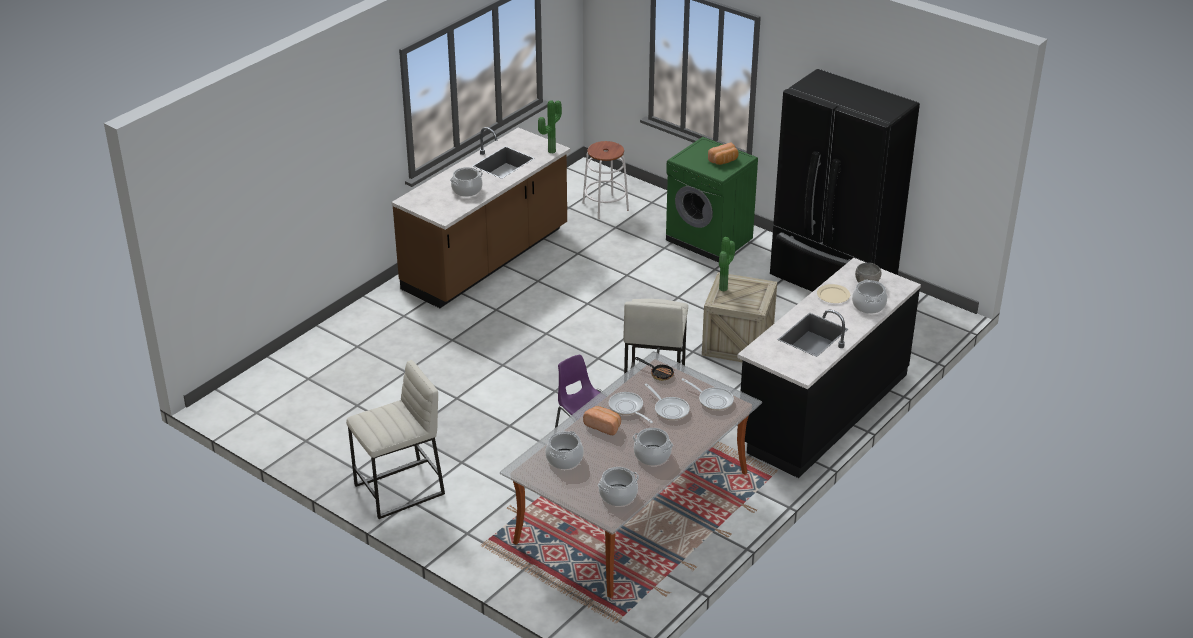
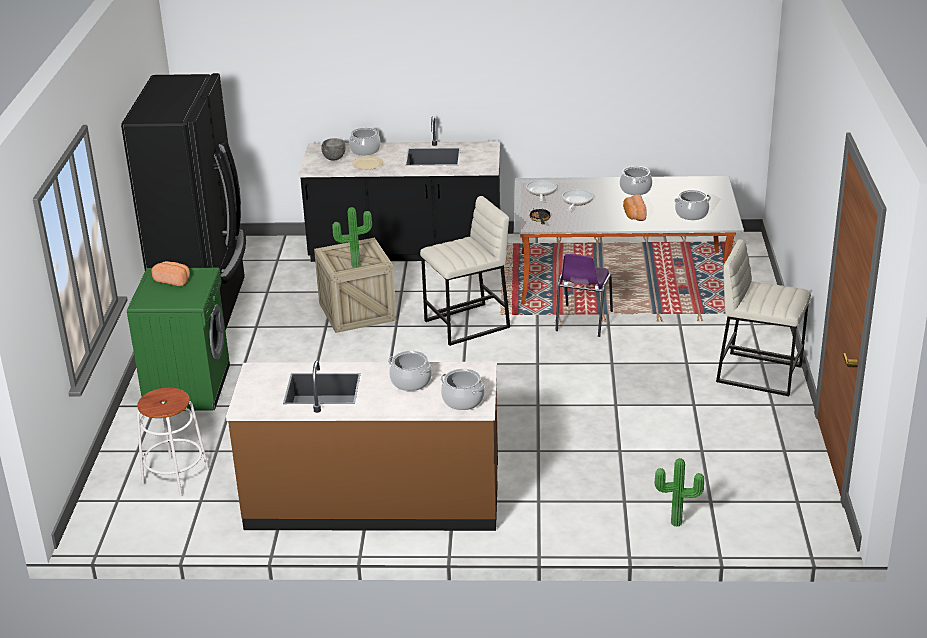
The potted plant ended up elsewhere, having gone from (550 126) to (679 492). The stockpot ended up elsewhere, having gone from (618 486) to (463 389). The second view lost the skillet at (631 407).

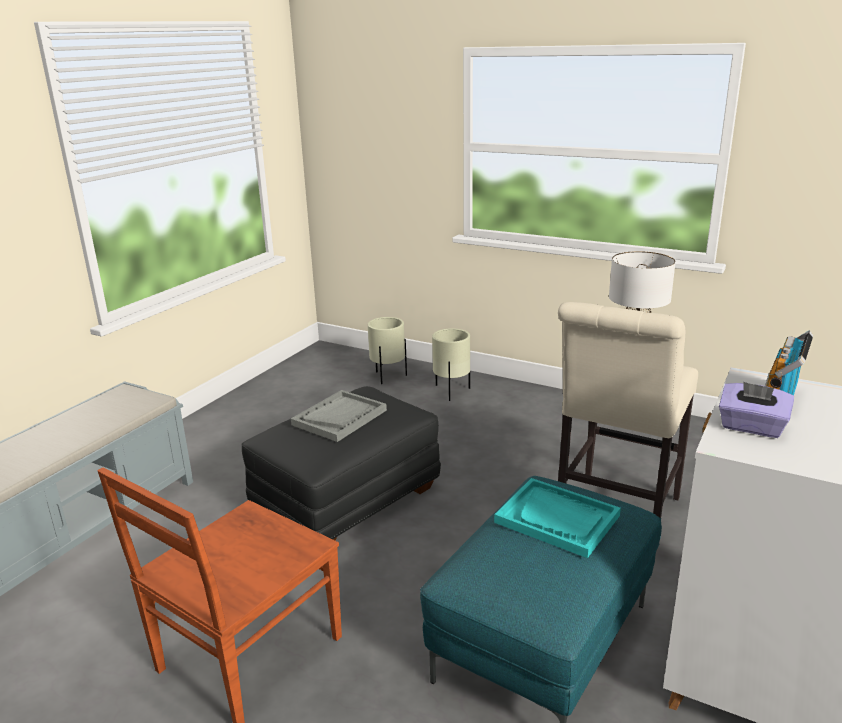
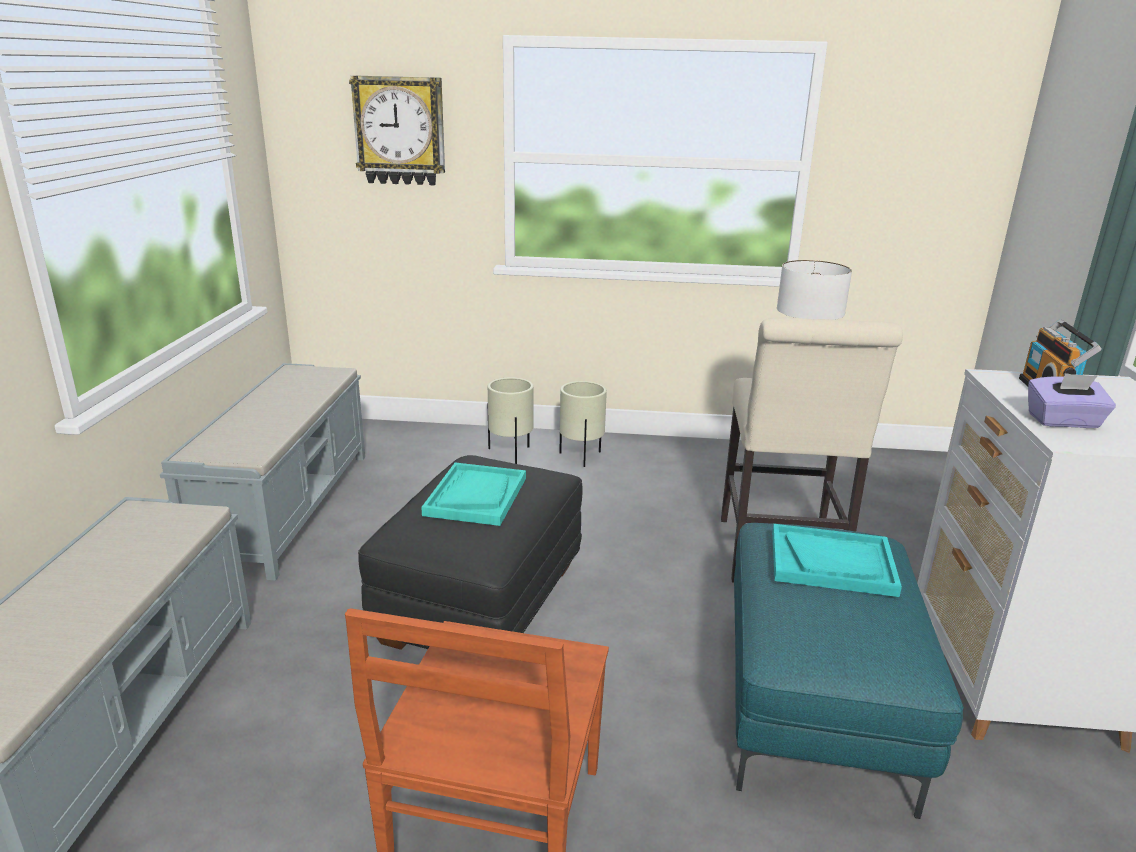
What was the greyish tray at (339 416) turned into the turquoise-coloured tray at (473 494). The beige flower pot ended up elsewhere, having gone from (387 350) to (583 424). The second view gained the greyish indoor bench at (262 472). The second view gained the clock on the wall at (397 130).

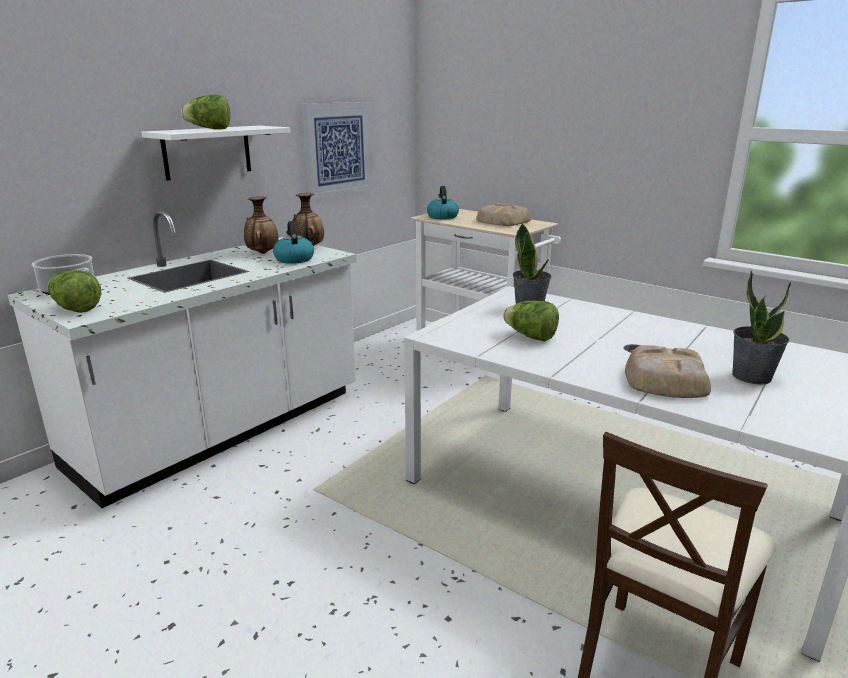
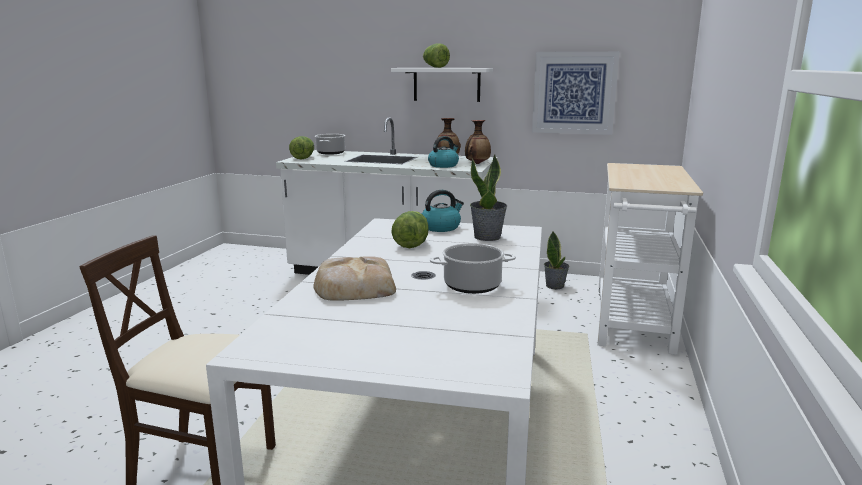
The water kettle ended up elsewhere, having gone from (443 203) to (443 211). The second view lost the bread at (503 214). The potted plant ended up elsewhere, having gone from (761 327) to (556 260). The second view gained the stockpot at (473 268).

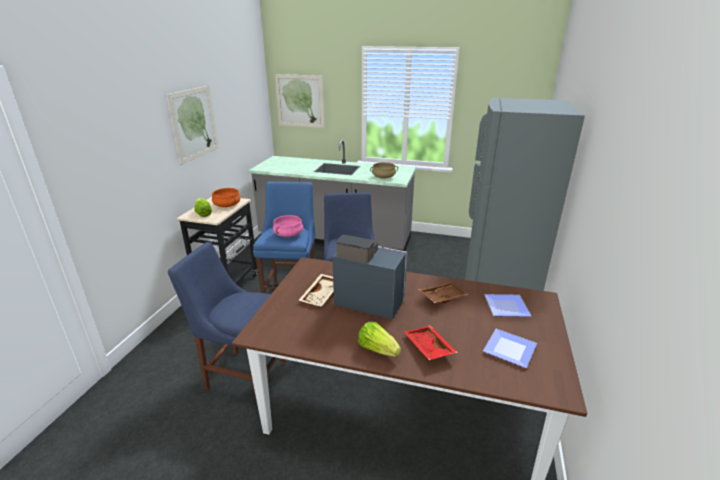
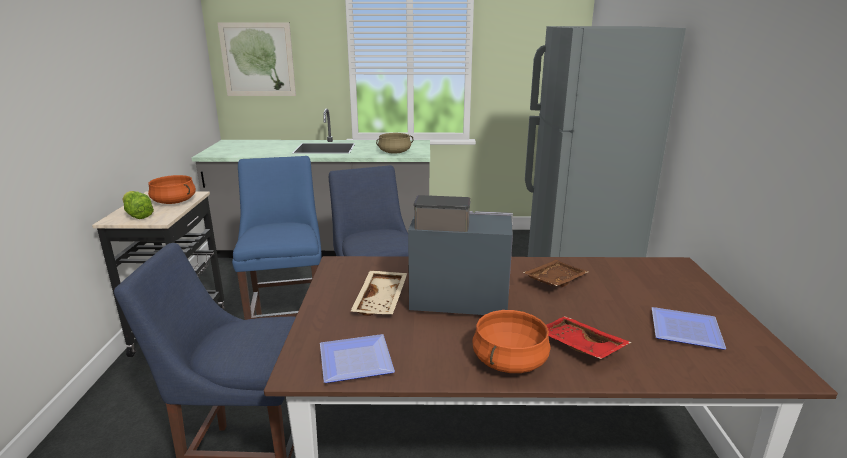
The second view lost the picture at (192 125). The second view lost the pink-coloured stockpot at (288 226). Where the head of lettuce stood at (379 339), the orange-coloured stockpot came to stand at (511 341). The dinner plate ended up elsewhere, having gone from (507 305) to (357 358).

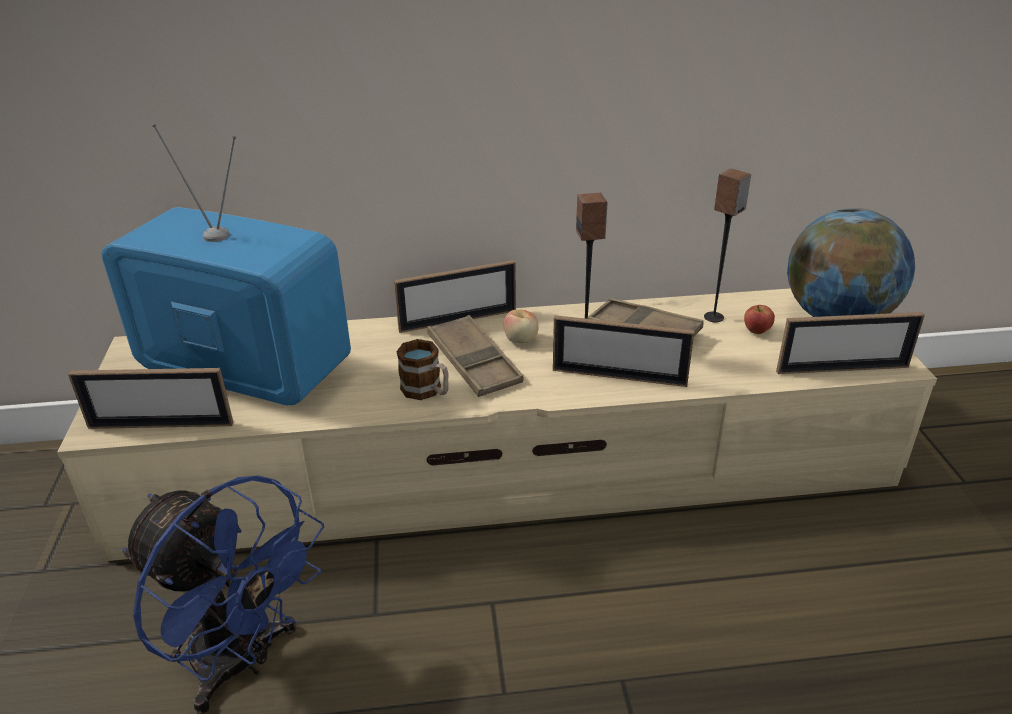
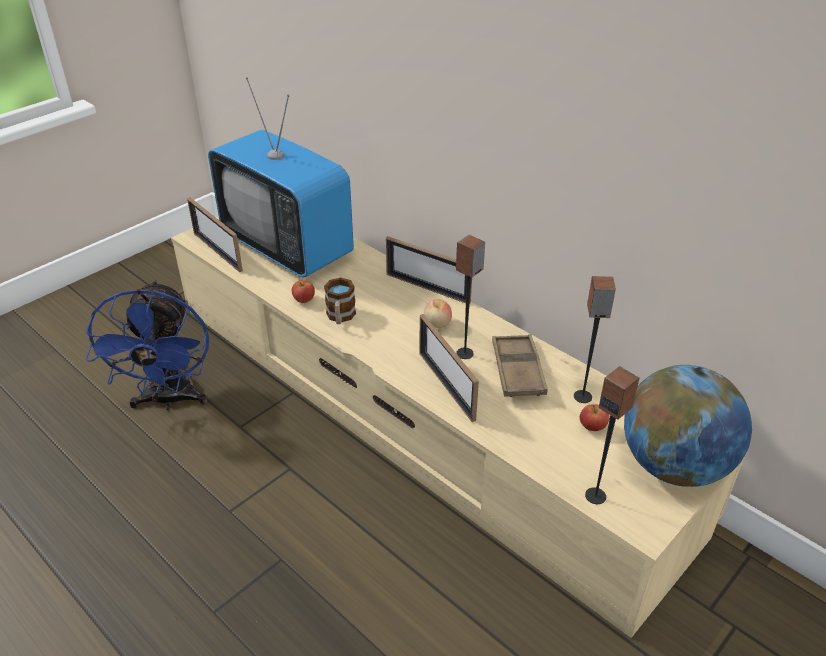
The television at (226 264) ended up facing another way, 150 degrees clockwise from before. The second view lost the brown-coloured tray at (475 356). Where the picture frame stood at (850 343), the audio speaker came to stand at (612 435). The second view gained the apple fruit at (303 291).

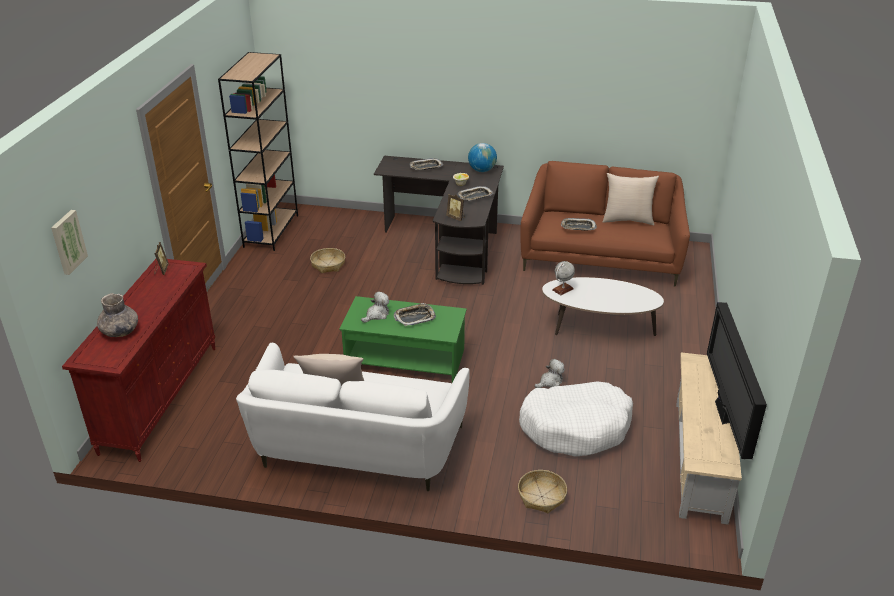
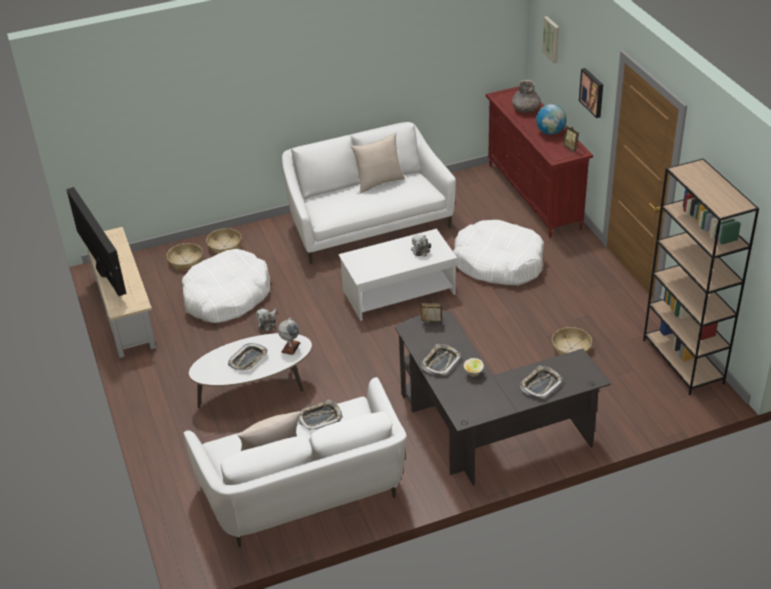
What was the greenish low table at (403 339) turned into the whitish low table at (397 275). The tray ended up elsewhere, having gone from (414 314) to (247 357). The world globe ended up elsewhere, having gone from (482 157) to (551 119). What was the brown-coloured sofa at (605 224) turned into the whitish sofa at (295 462). The second view gained the storage basket at (185 257). The second view gained the whitish dog cushion at (498 253). The second view gained the picture at (591 93).

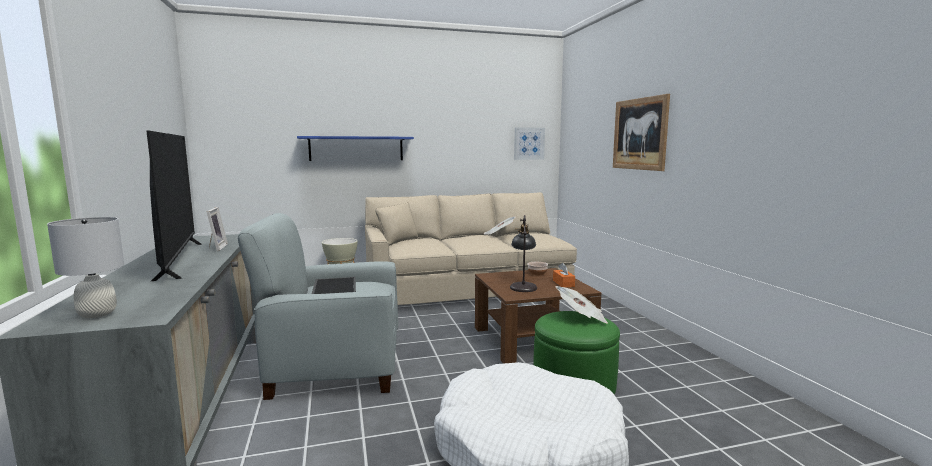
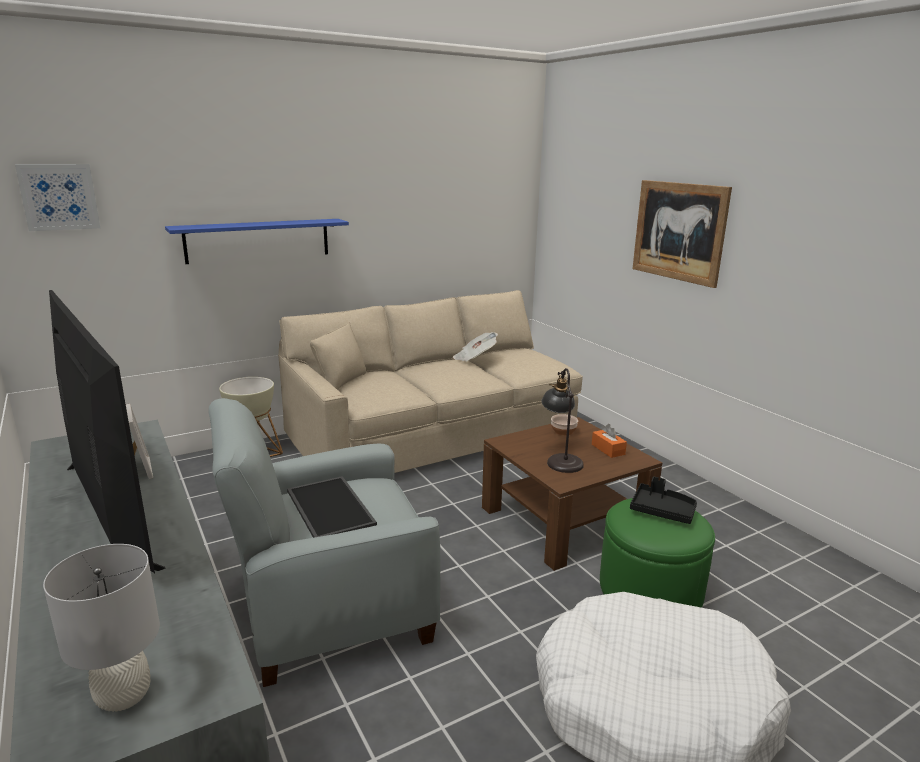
The picture ended up elsewhere, having gone from (529 143) to (57 197). Where the newspaper stood at (582 304), the black tray came to stand at (663 500).

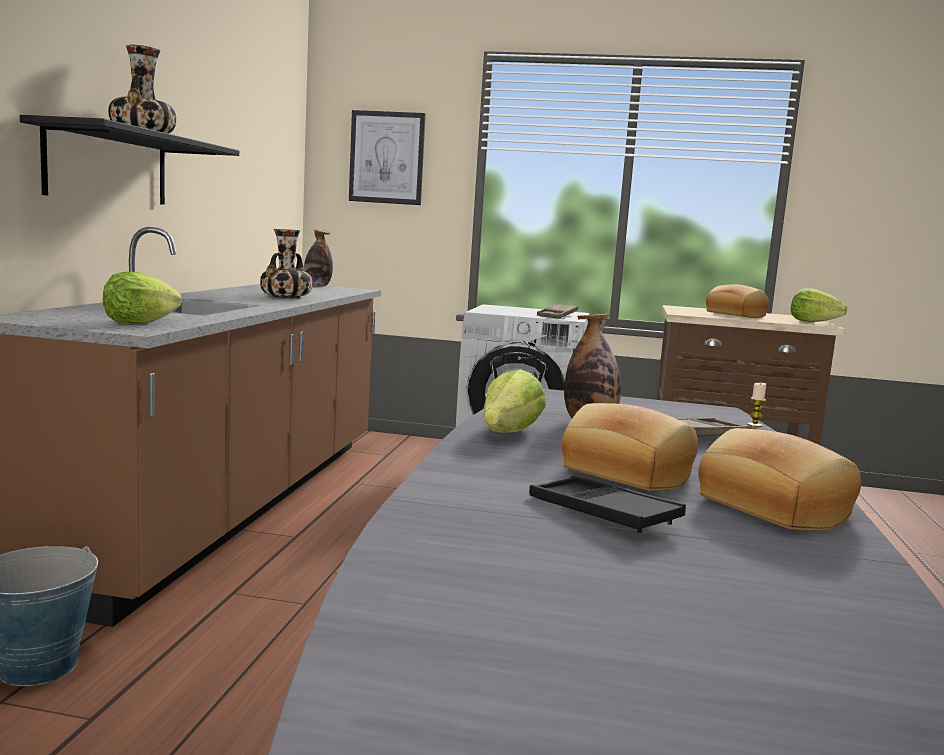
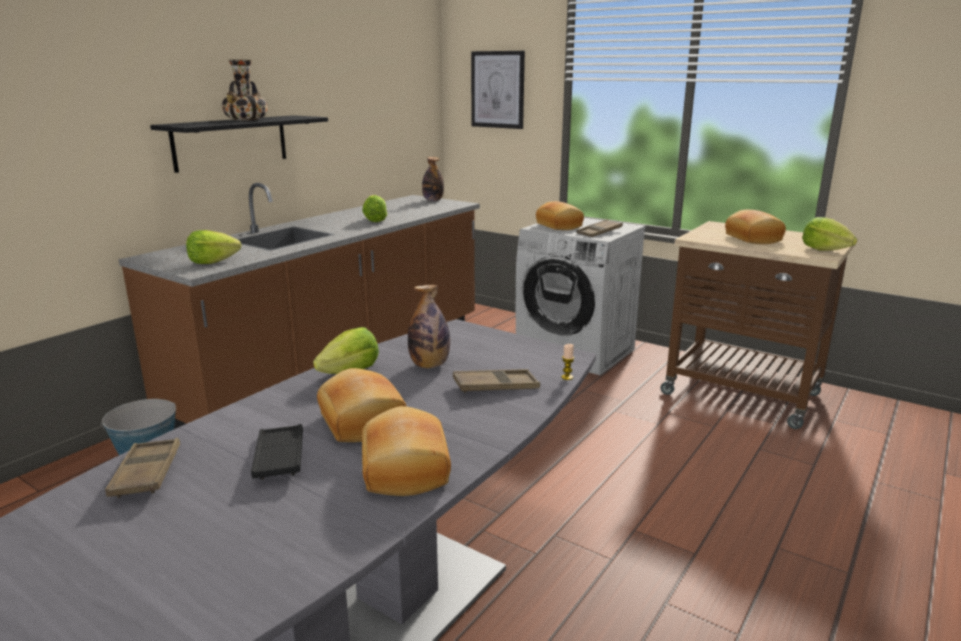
Where the flower vase stood at (286 264), the head of lettuce came to stand at (374 208). The second view gained the brown-coloured tray at (142 468). The second view gained the bread at (560 215).

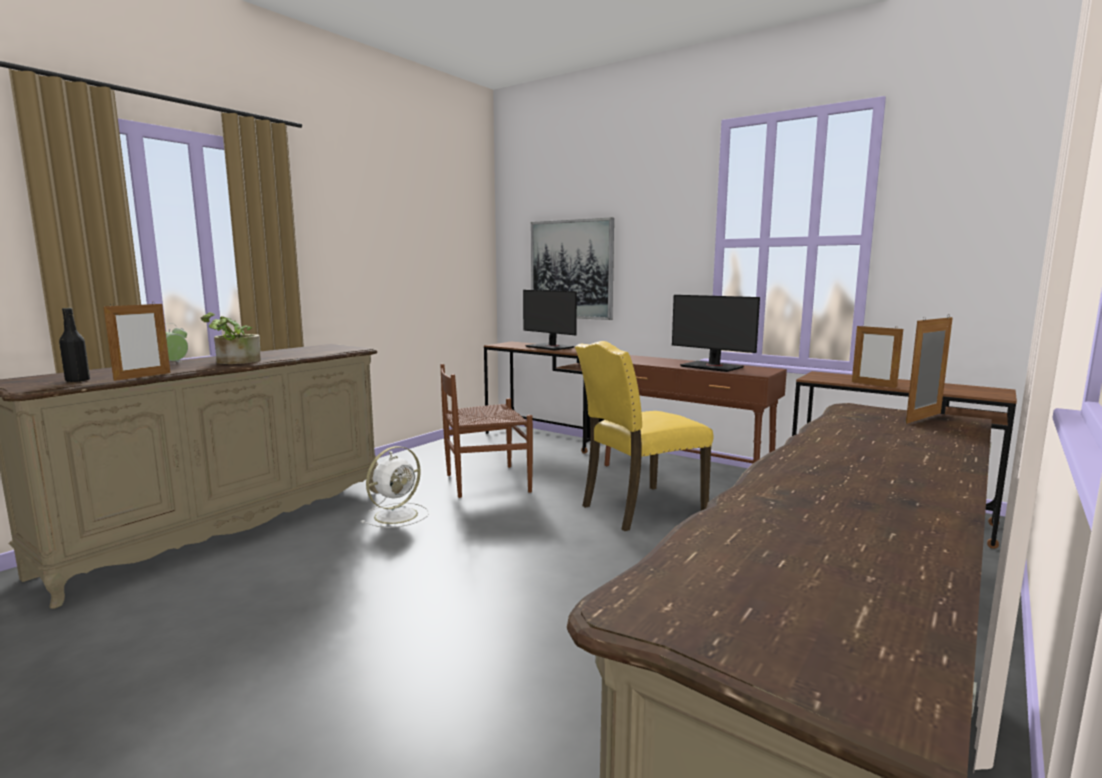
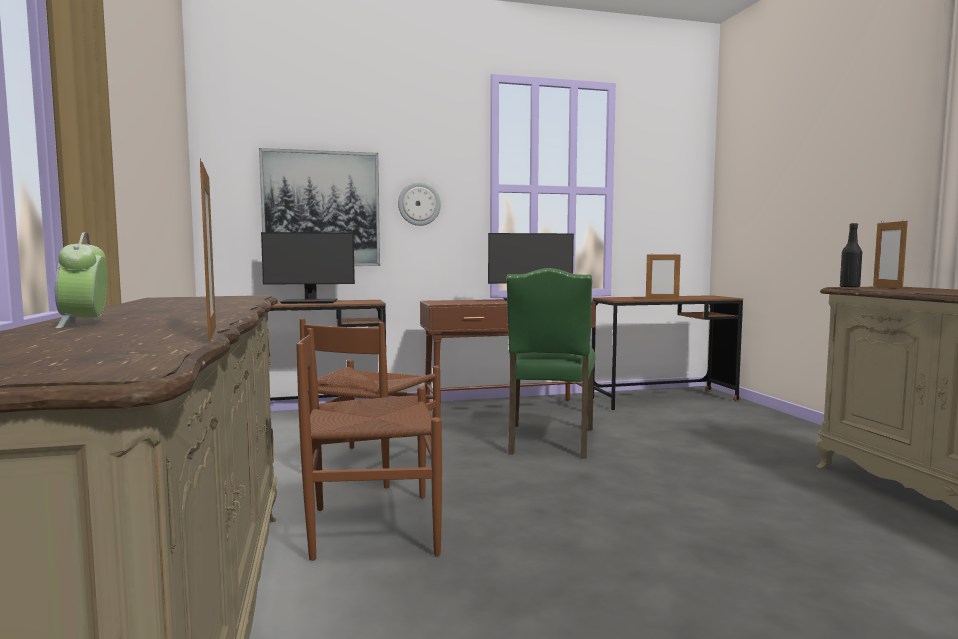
The black drink bottle ended up elsewhere, having gone from (74 345) to (851 255). The second view lost the potted plant at (231 338). Where the whitish electric fan stood at (395 487), the brown-coloured chair came to stand at (369 444). What was the yellow-coloured chair at (644 436) turned into the greenish chair at (550 363). The second view gained the clock on the wall at (419 204).

